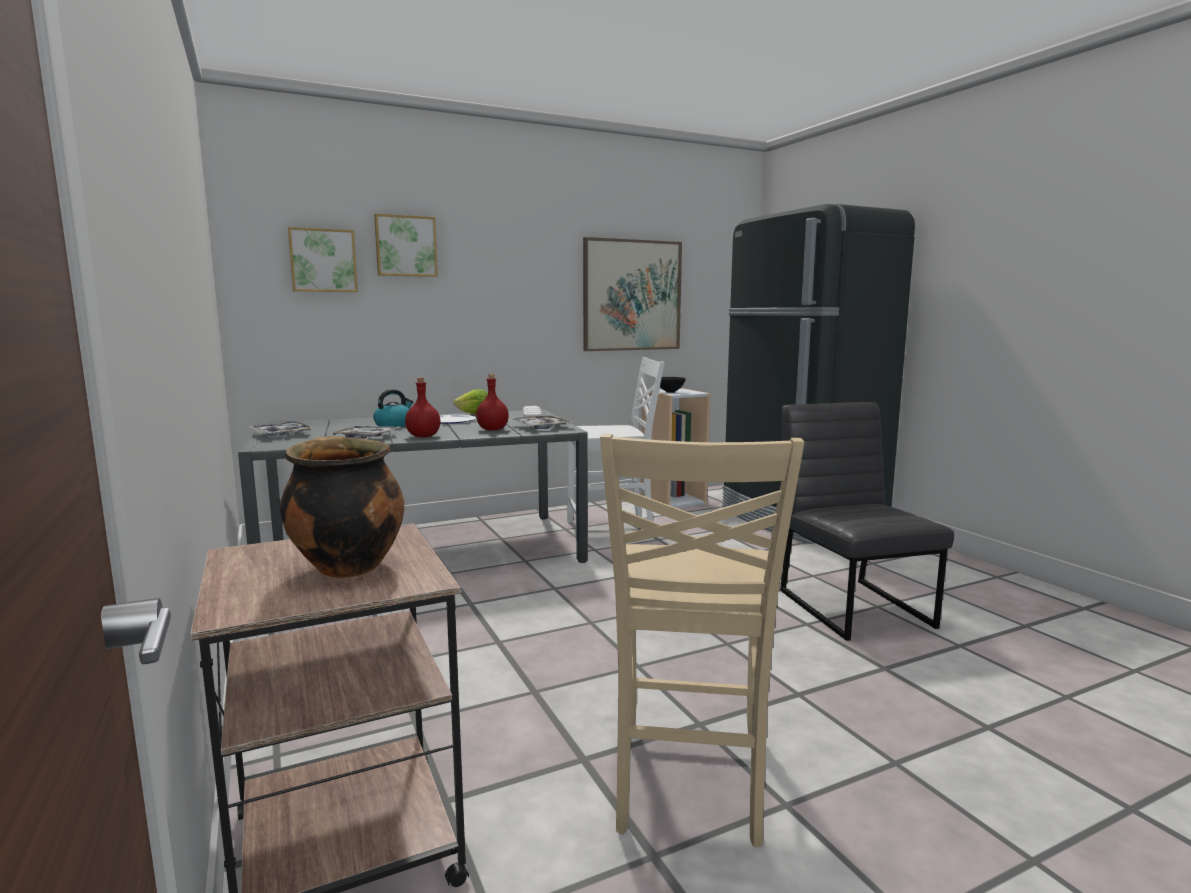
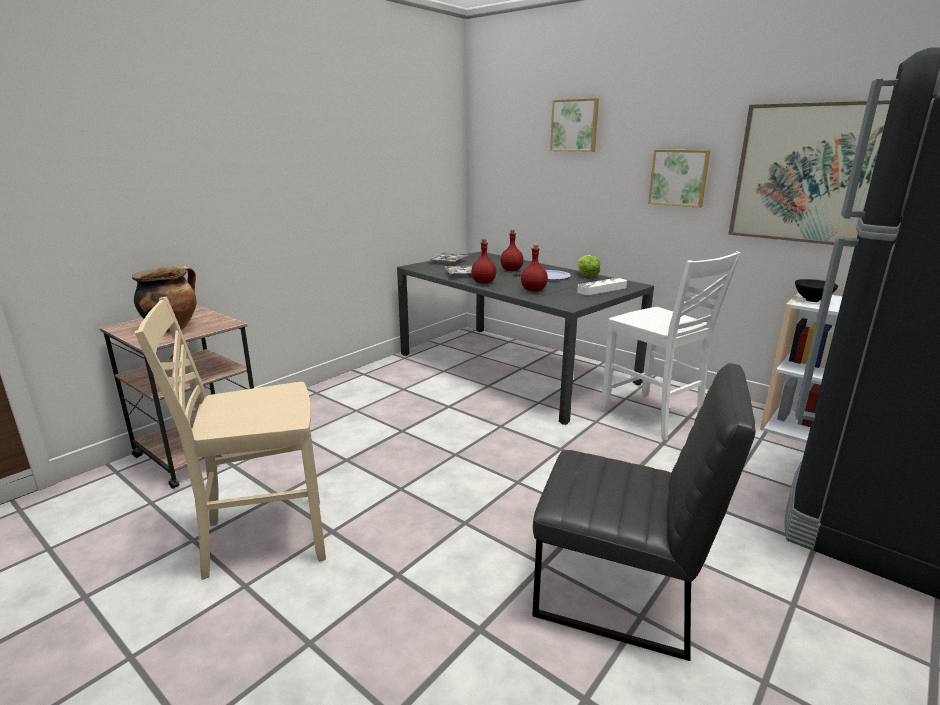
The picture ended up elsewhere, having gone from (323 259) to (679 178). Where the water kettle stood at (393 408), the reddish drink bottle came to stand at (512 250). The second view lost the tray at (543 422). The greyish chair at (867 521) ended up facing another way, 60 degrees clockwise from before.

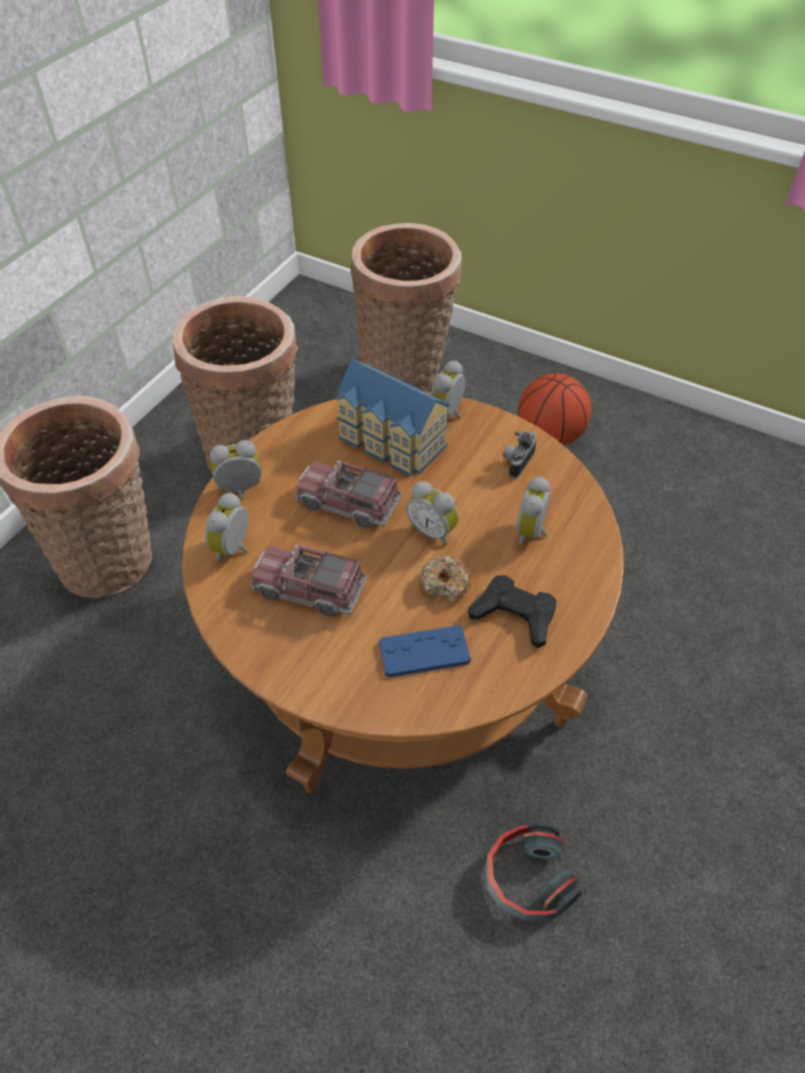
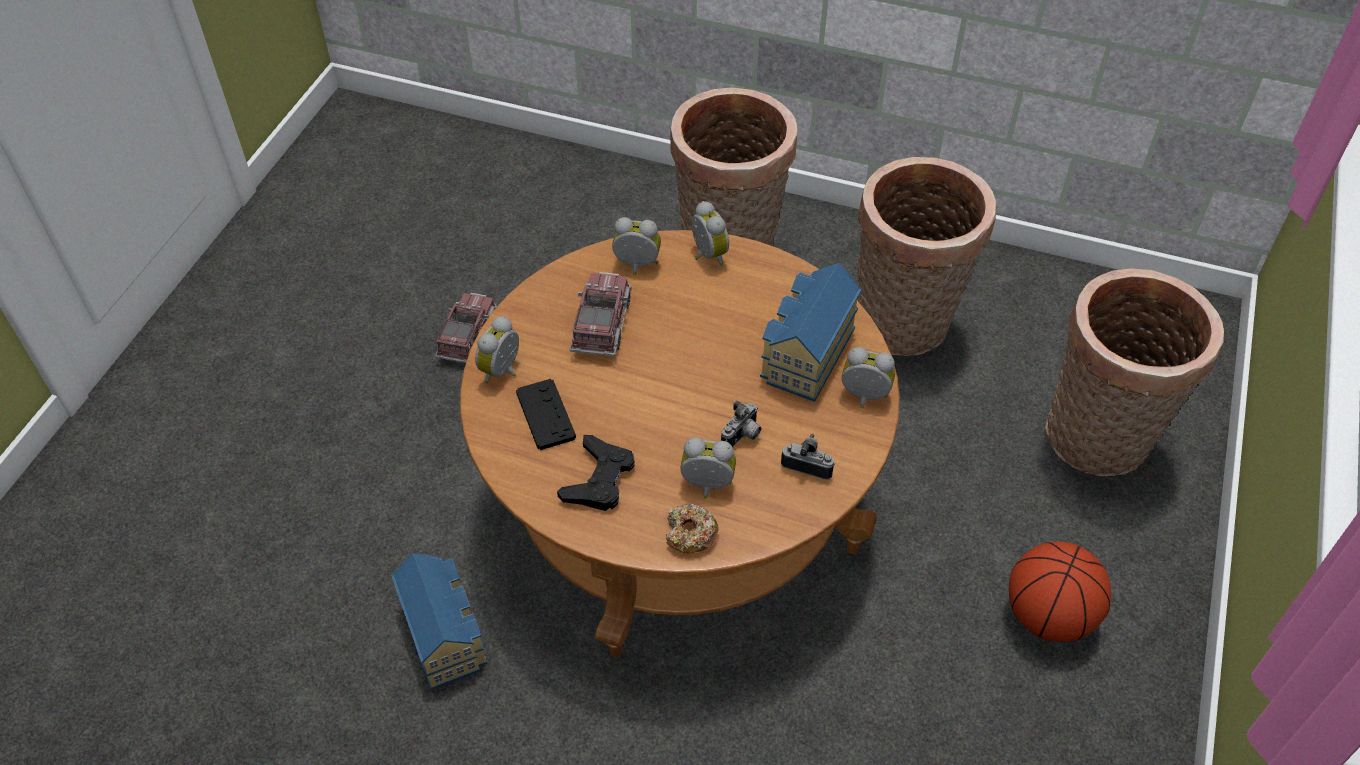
The model truck ended up elsewhere, having gone from (348 494) to (466 328). What was the bluish joypad at (425 651) turned into the black joypad at (546 414). The alarm clock ended up elsewhere, having gone from (432 513) to (497 350). The doughnut ended up elsewhere, having gone from (445 579) to (692 528). Where the headphones stood at (534 872), the model house came to stand at (439 621). The second view gained the photo camera at (741 423).

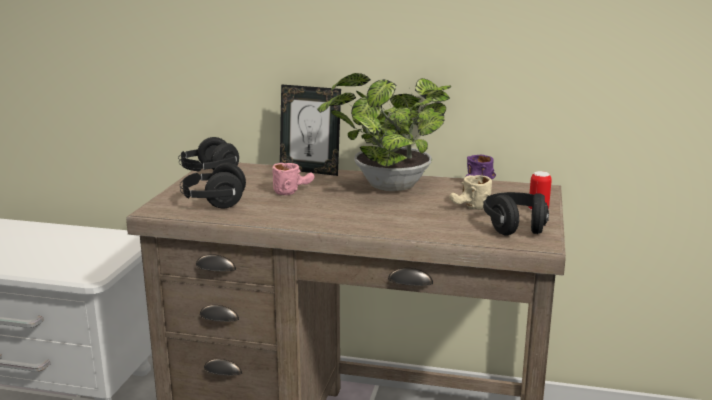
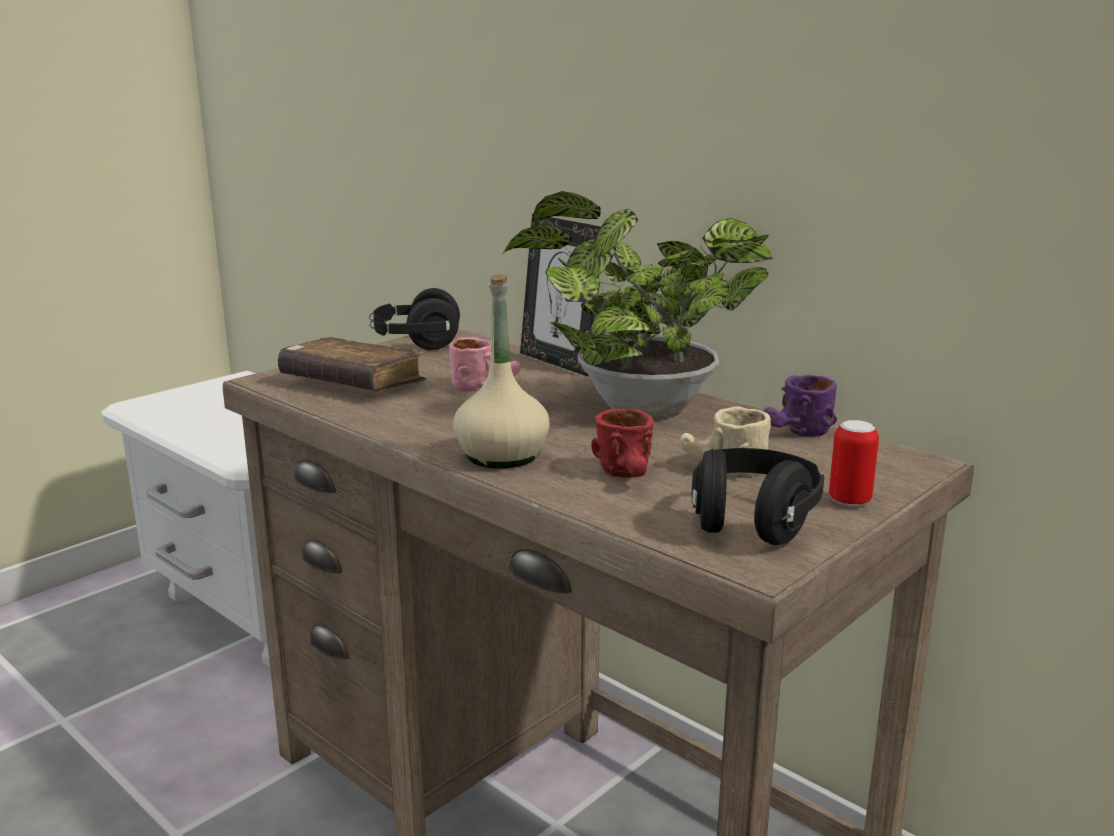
Where the black headphones stood at (213 185), the brown-coloured book came to stand at (352 364). The second view gained the beige drink bottle at (501 371). The second view gained the reddish mug at (622 443).

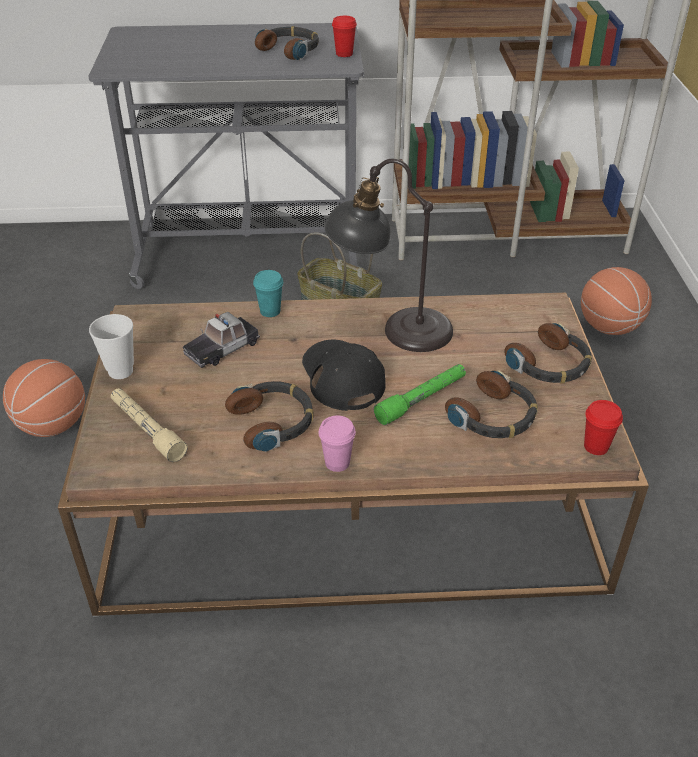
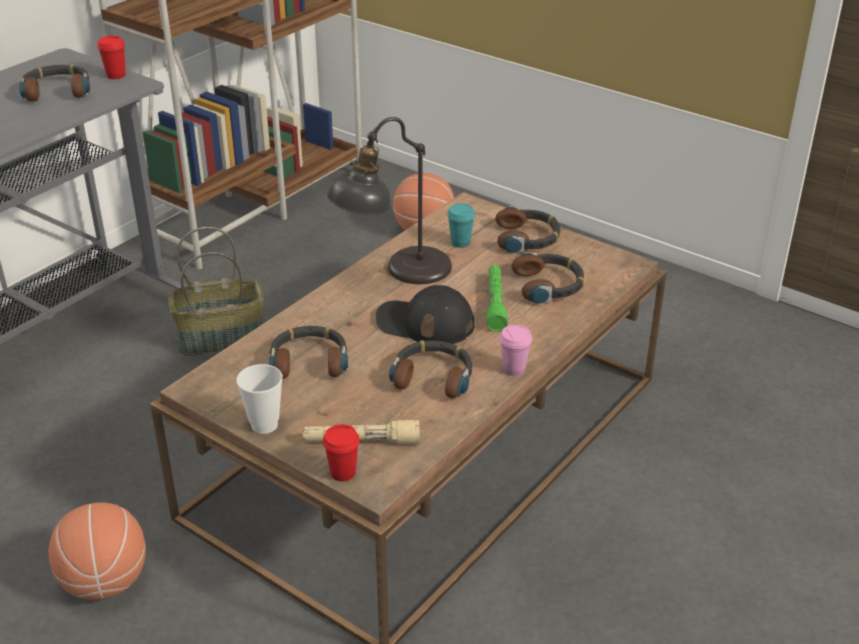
Where the toy car stood at (221 340), the headphones came to stand at (308 352). The turquoise-coloured cup ended up elsewhere, having gone from (268 293) to (461 226). The reddish cup ended up elsewhere, having gone from (603 427) to (341 452).

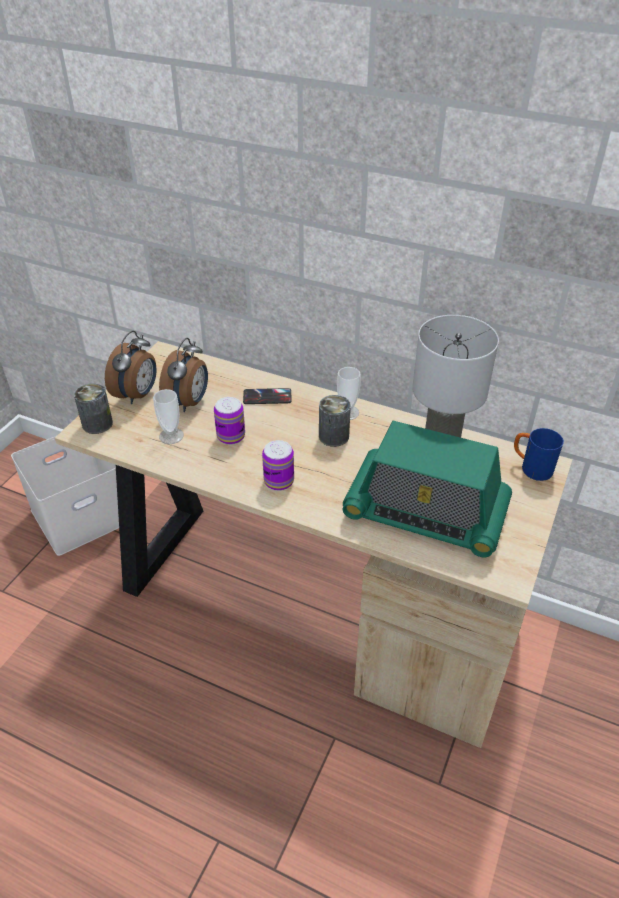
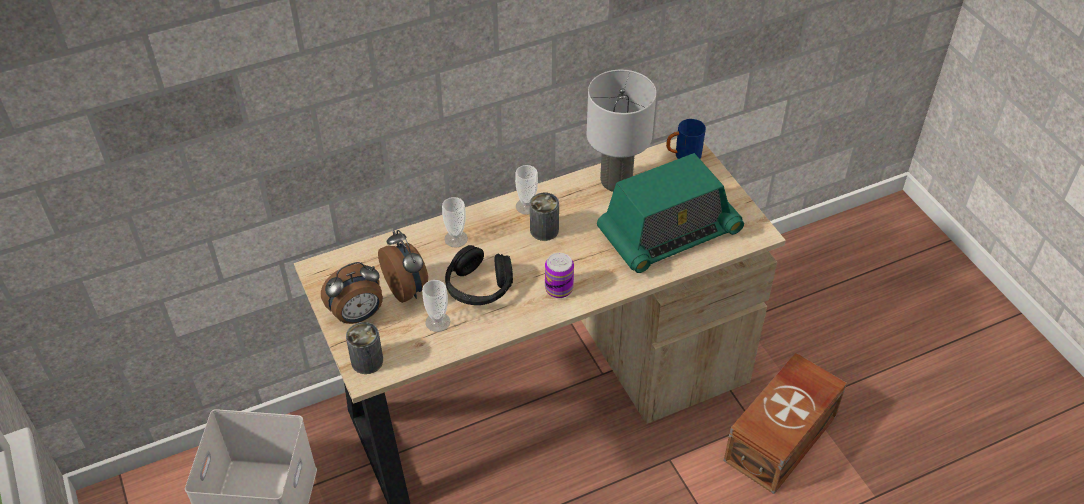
The alarm clock at (131 367) ended up facing another way, 90 degrees clockwise from before. Where the can stood at (229 421), the black headphones came to stand at (479 275). Where the handset stood at (267 396), the cup came to stand at (455 222). The second view gained the brown-coloured storage box at (785 423).

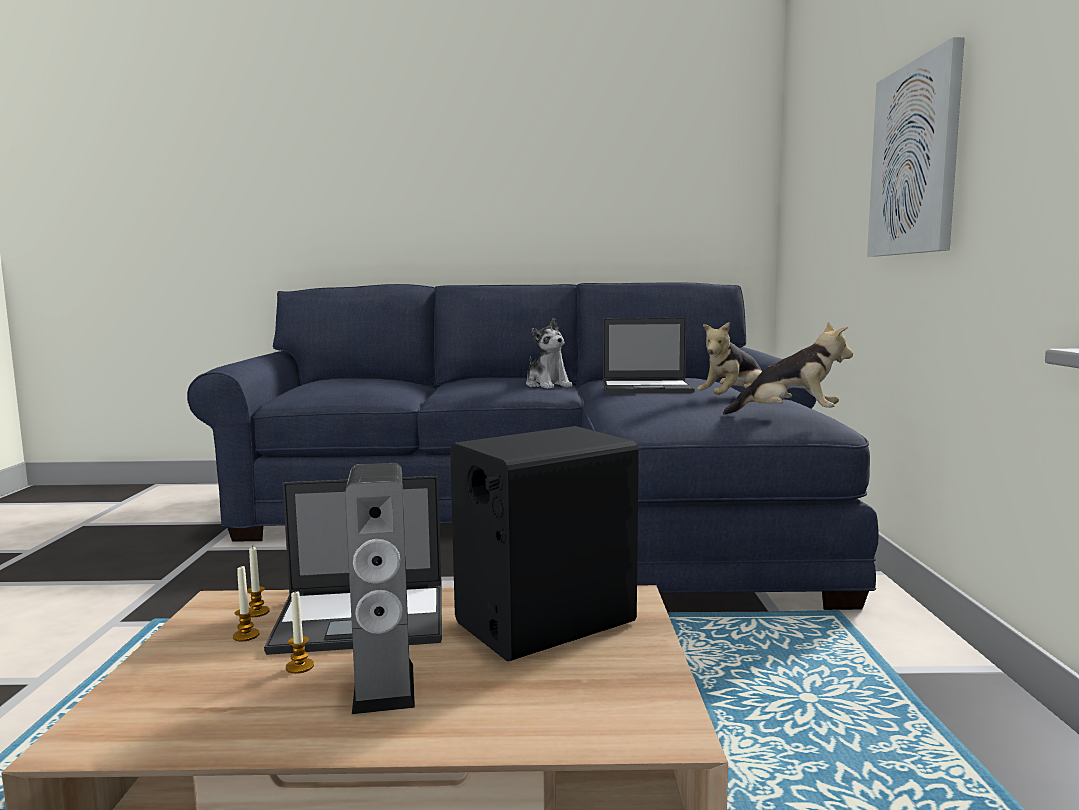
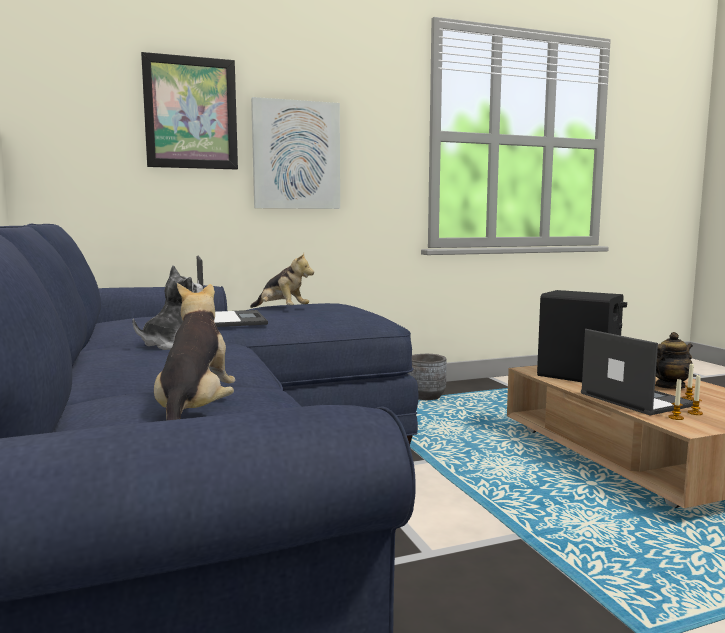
Where the audio speaker stood at (380 588), the pot for tea came to stand at (674 360). The cuddly toy ended up elsewhere, having gone from (788 369) to (194 351). The second view gained the picture at (189 110). The second view gained the greyish flower pot at (426 377).

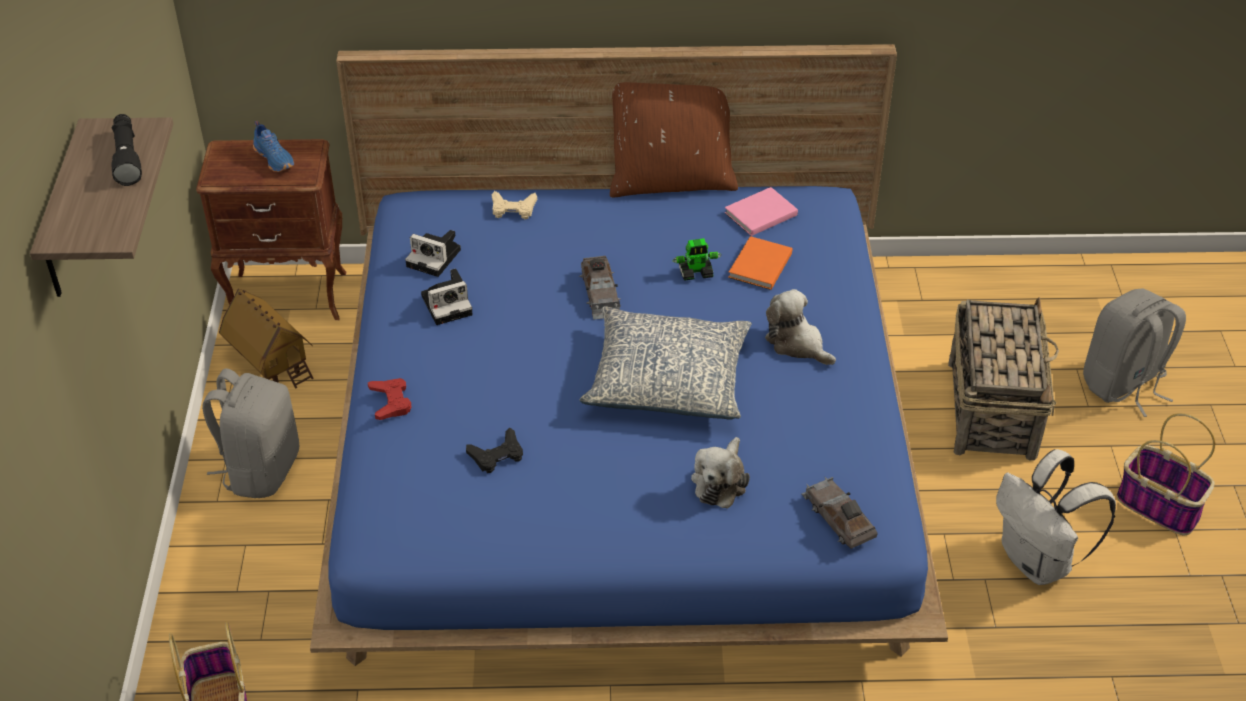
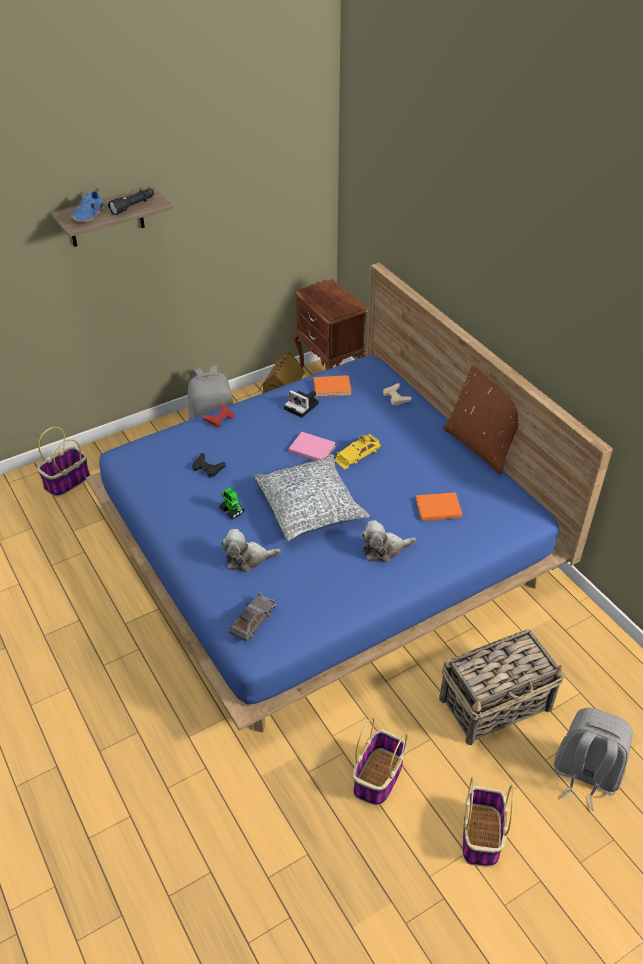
The bluish item of footwear ended up elsewhere, having gone from (273 146) to (87 205). Where the photo camera stood at (433 253), the orange-coloured book came to stand at (332 386). What was the greyish toy car at (599 288) turned into the yellow-coloured toy car at (358 451). The toy robot ended up elsewhere, having gone from (697 259) to (232 503). The pink-coloured book ended up elsewhere, having gone from (761 211) to (312 446). The cuddly toy at (800 327) ended up facing another way, 120 degrees counterclockwise from before. Where the whitish knapsack stood at (1056 517), the storage basket came to stand at (380 760).

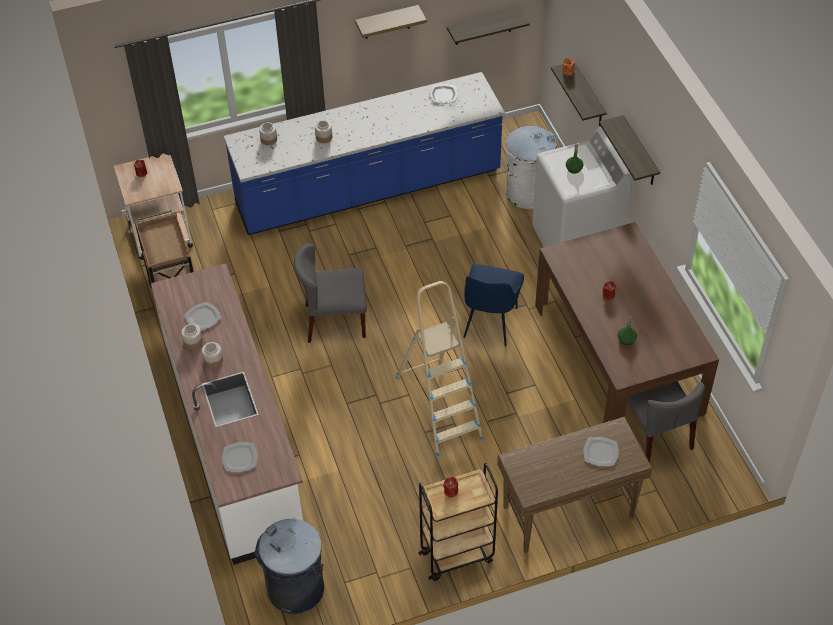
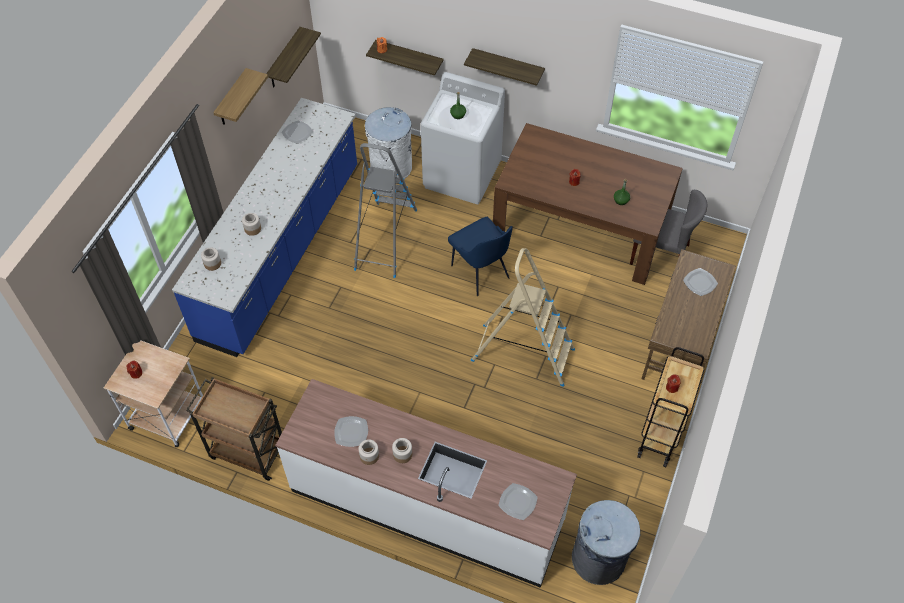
The second view lost the greyish chair at (330 293). The second view gained the greyish step ladder at (385 210).

